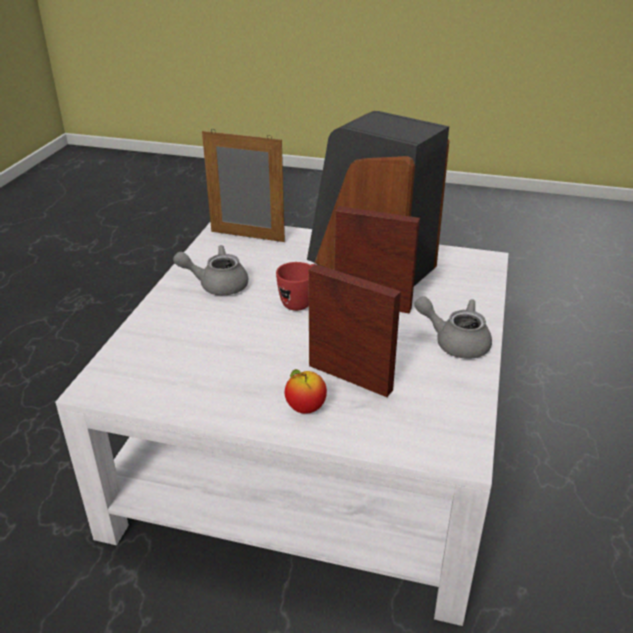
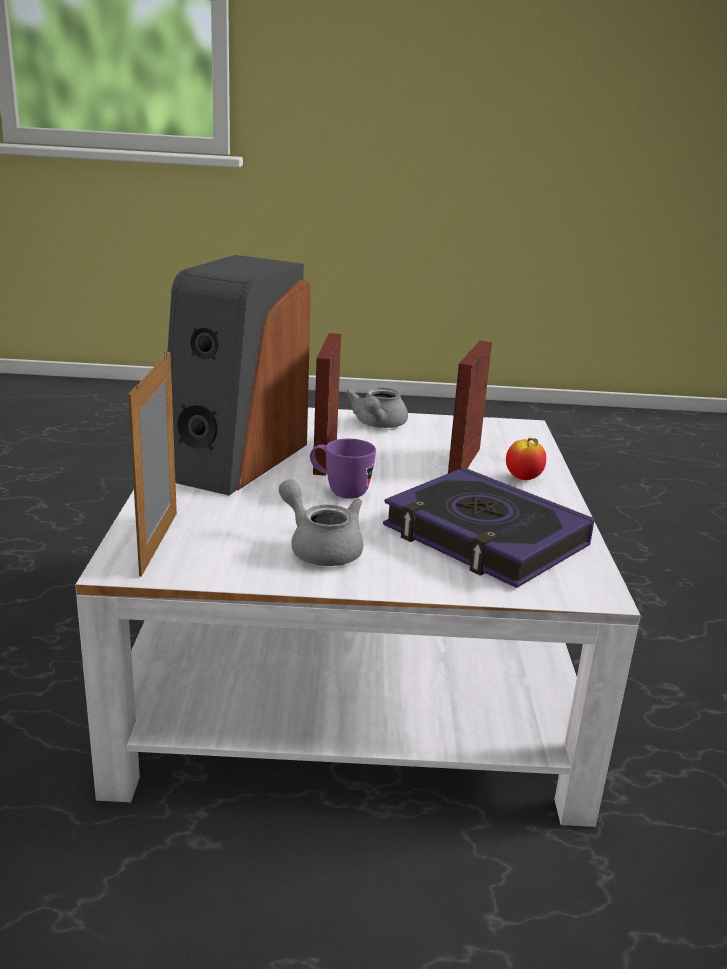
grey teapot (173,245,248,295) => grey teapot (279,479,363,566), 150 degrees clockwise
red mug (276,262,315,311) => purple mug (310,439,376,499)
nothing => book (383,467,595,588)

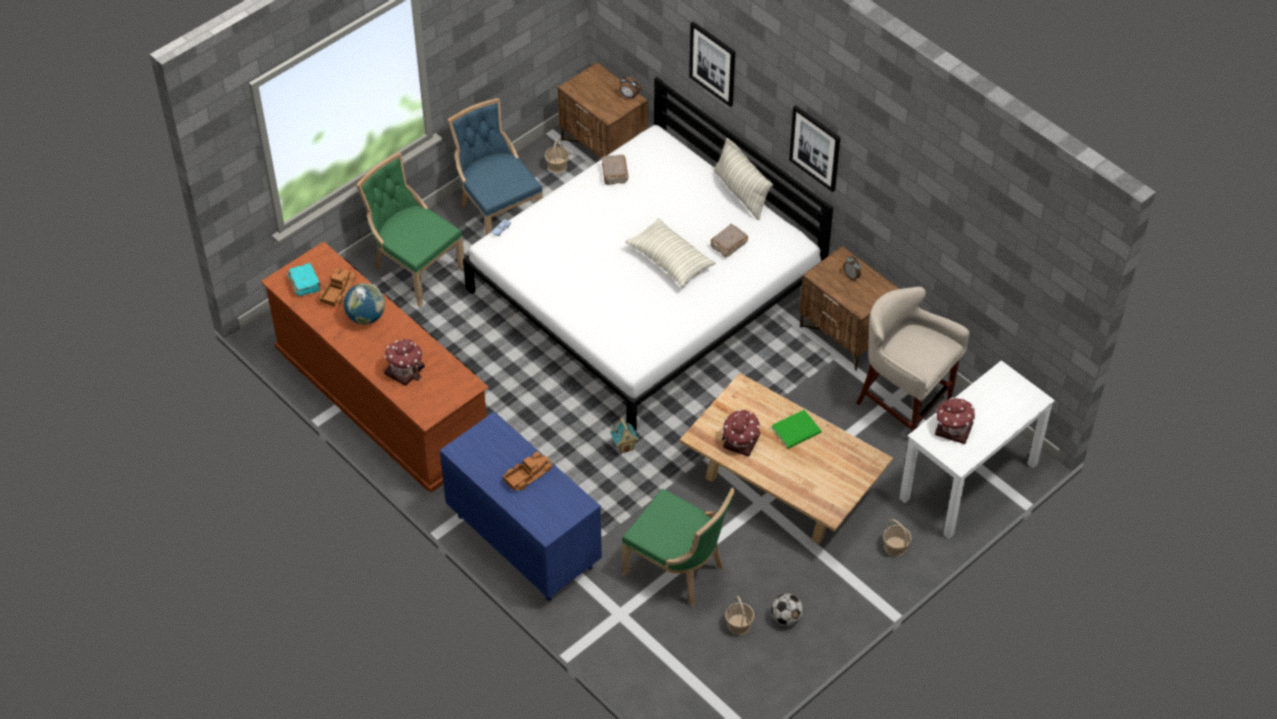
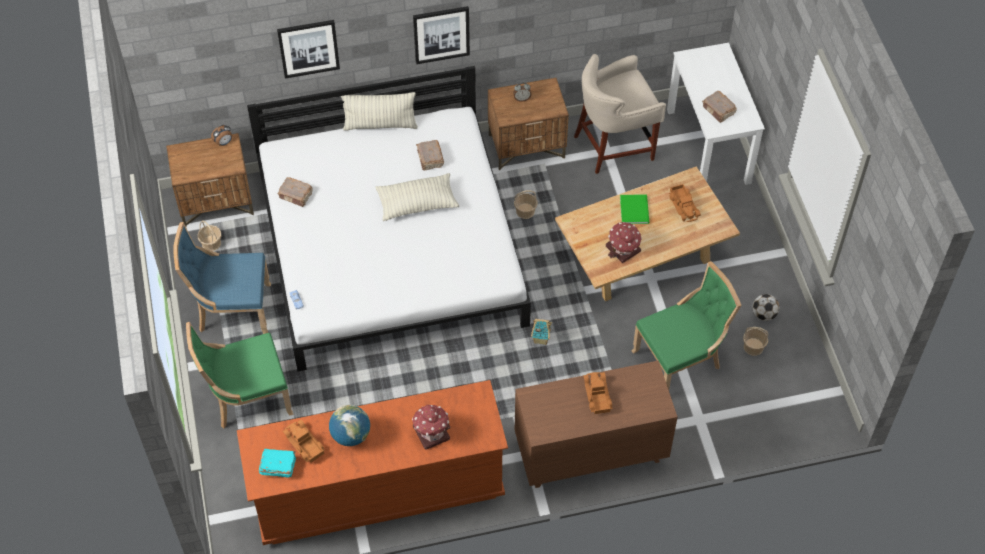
toy house (935,397,975,444) => brown book (702,91,737,123)
blue dresser (440,412,602,602) => brown dresser (514,360,678,488)
basket (883,519,912,557) => basket (514,190,538,219), relocated
nothing => toy truck (668,184,701,222)

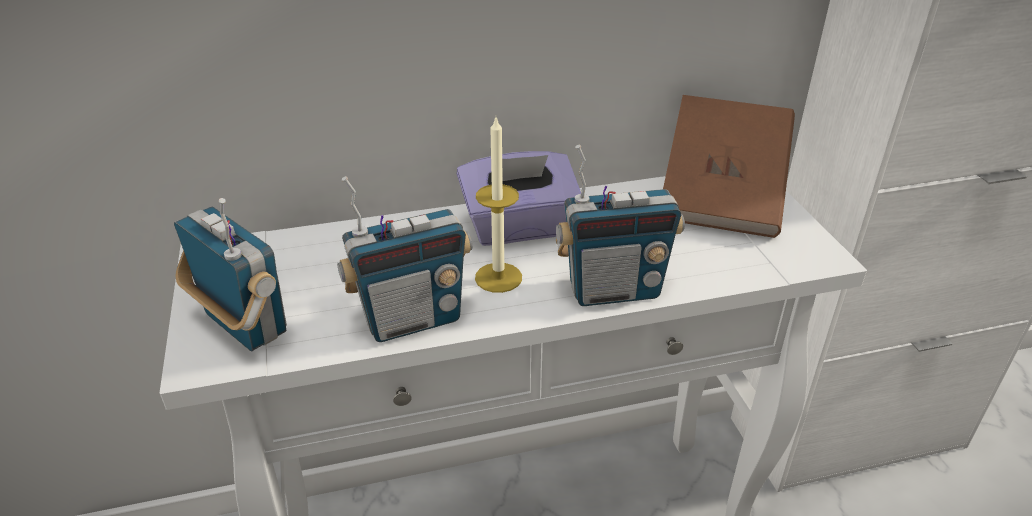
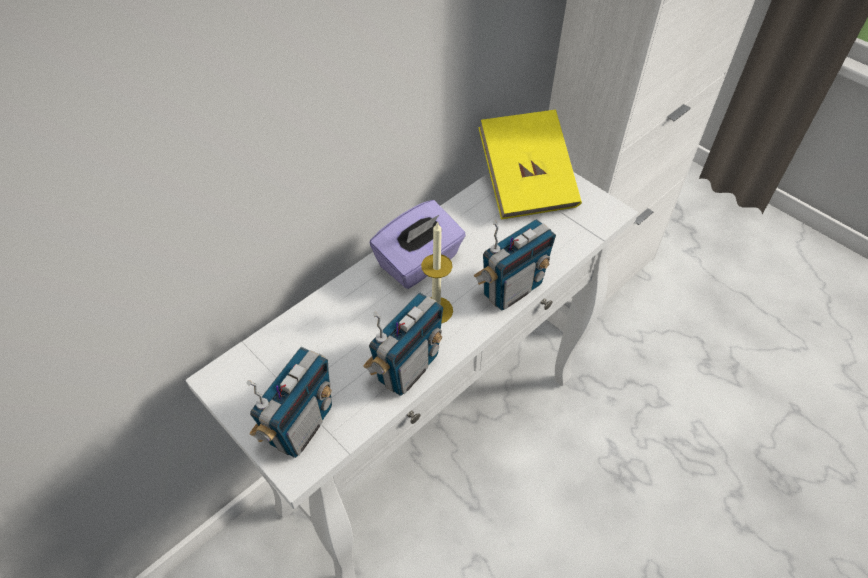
brown book (663,95,795,238) => yellow book (478,110,582,220)
radio (174,198,287,351) => radio (247,347,332,458), 105 degrees clockwise

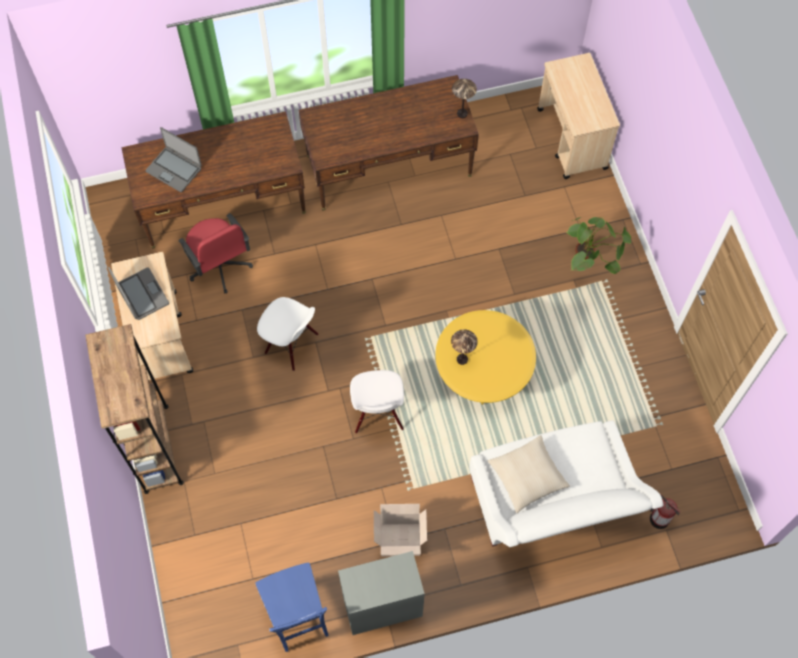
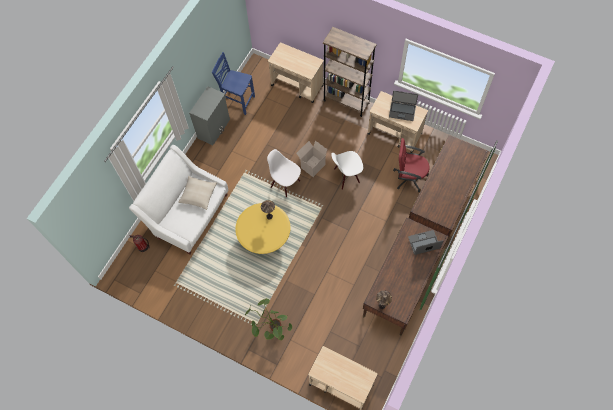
laptop (146,127,202,192) => laptop (408,230,444,255), relocated
cardboard box (374,504,427,556) => cardboard box (296,141,327,177), relocated
nothing => beige cart (268,42,324,103)

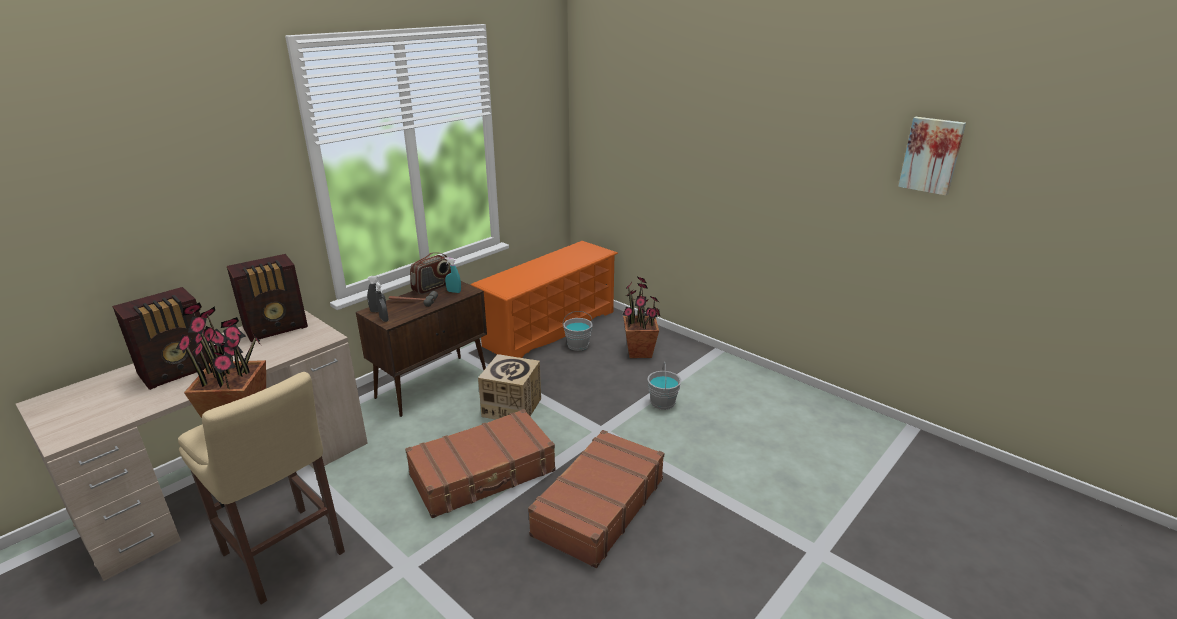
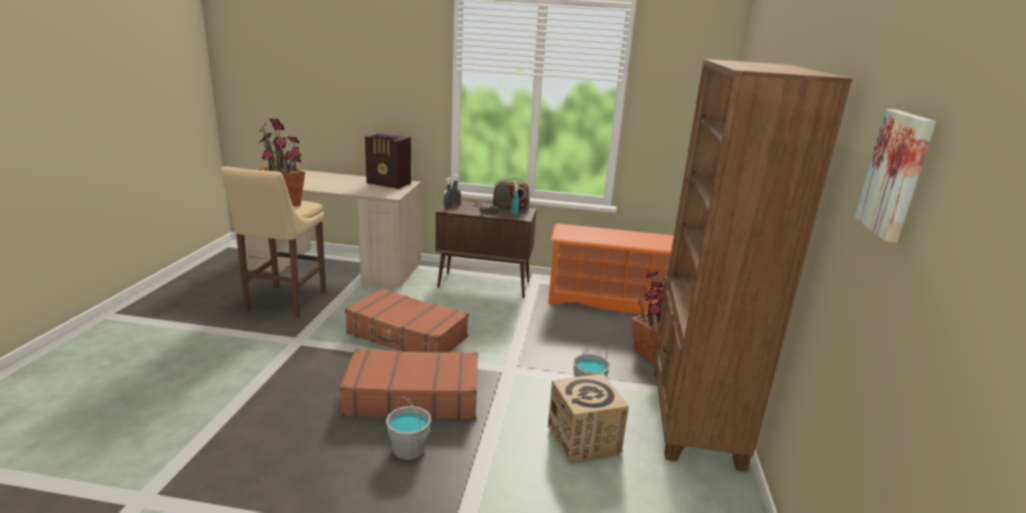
radio (112,287,210,390) => nothing
grey bucket (563,311,593,351) => grey bucket (386,397,431,460), relocated
cardboard box (478,354,541,420) => cardboard box (548,374,629,463), relocated
nothing => brown bookcase (654,59,852,472)

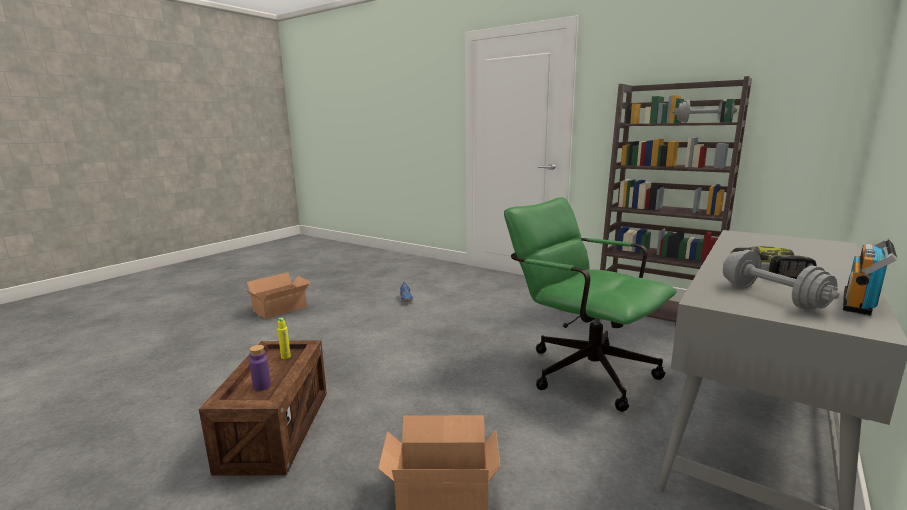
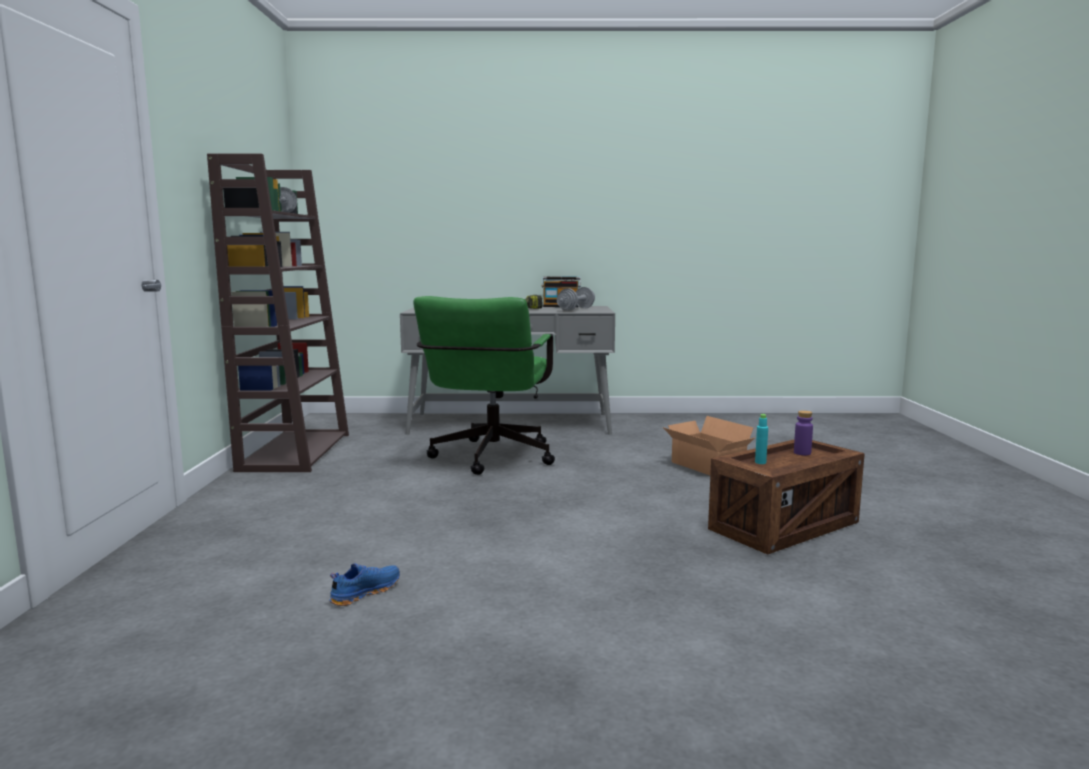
cardboard box (245,272,311,319) => nothing
yellow bottle (277,317,291,359) => turquoise bottle (755,414,768,464)

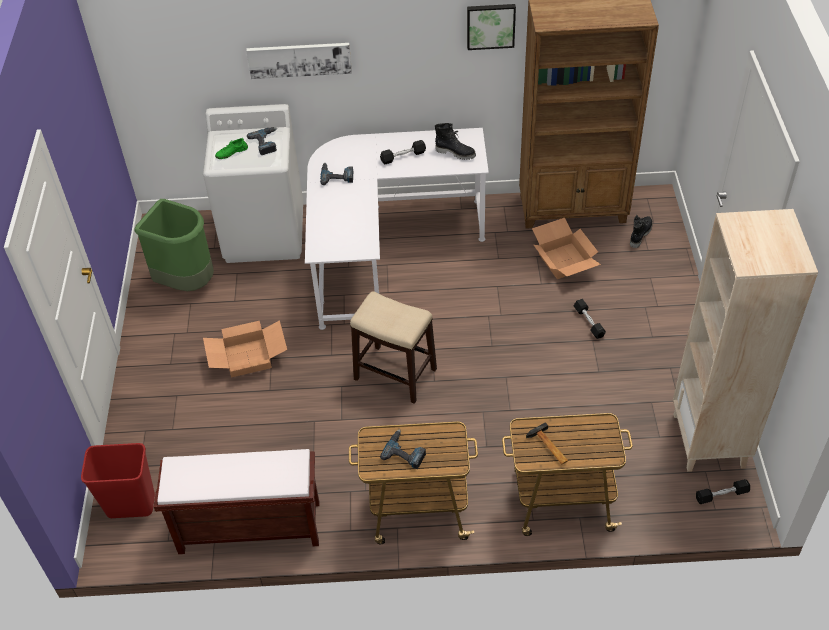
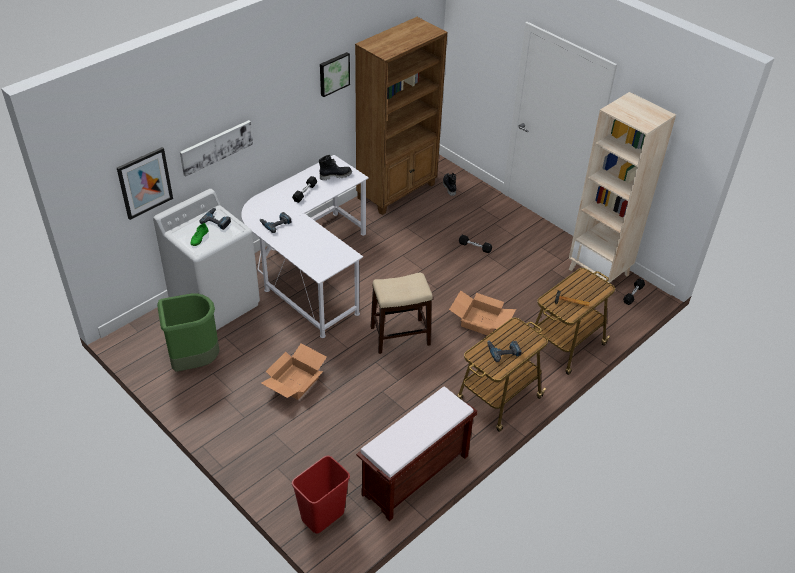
cardboard box (532,218,601,279) => cardboard box (449,291,516,336), relocated
nothing => picture (117,147,173,220)

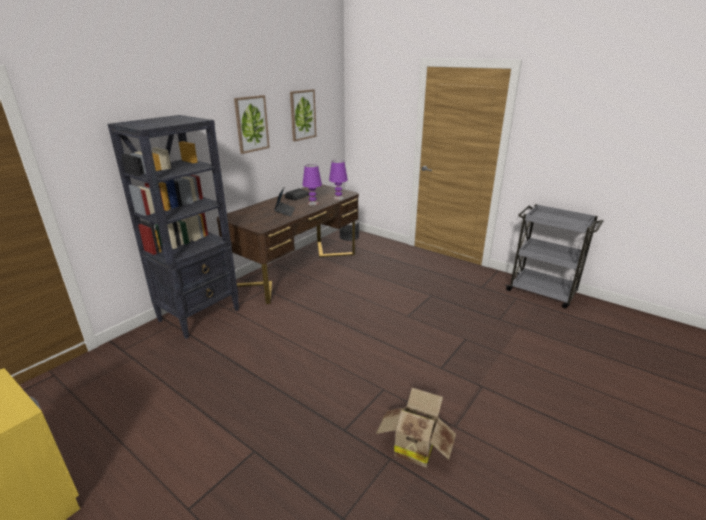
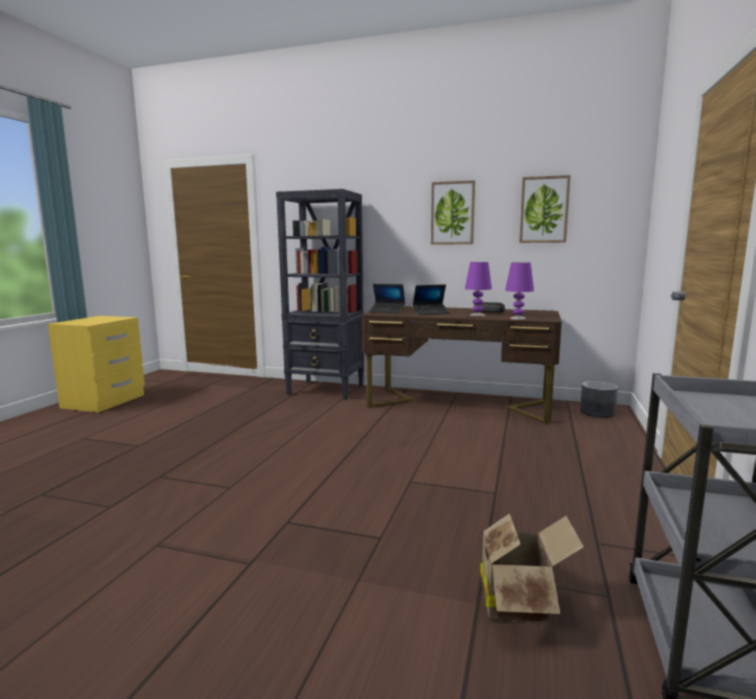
cardboard box (376,388,456,467) => cardboard box (480,513,584,623), relocated
nothing => laptop (369,284,405,313)

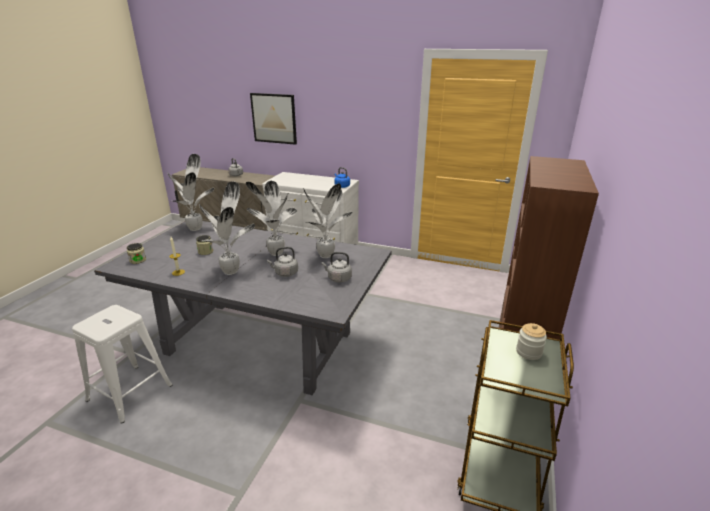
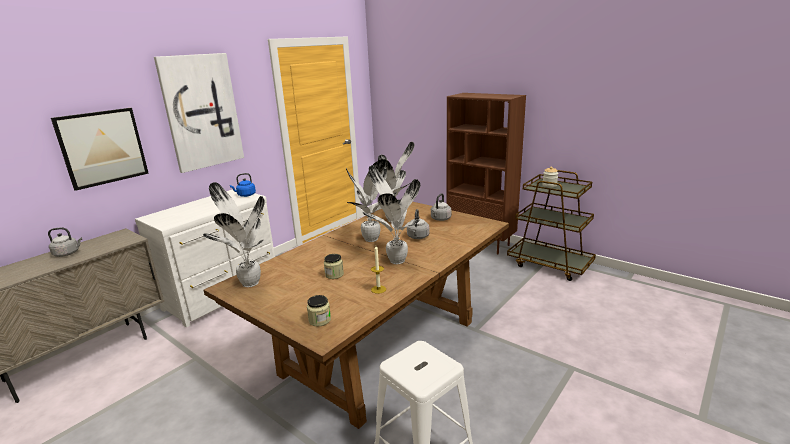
grey dining table (94,221,392,395) => brown dining table (203,202,509,429)
nothing => picture (154,53,244,173)

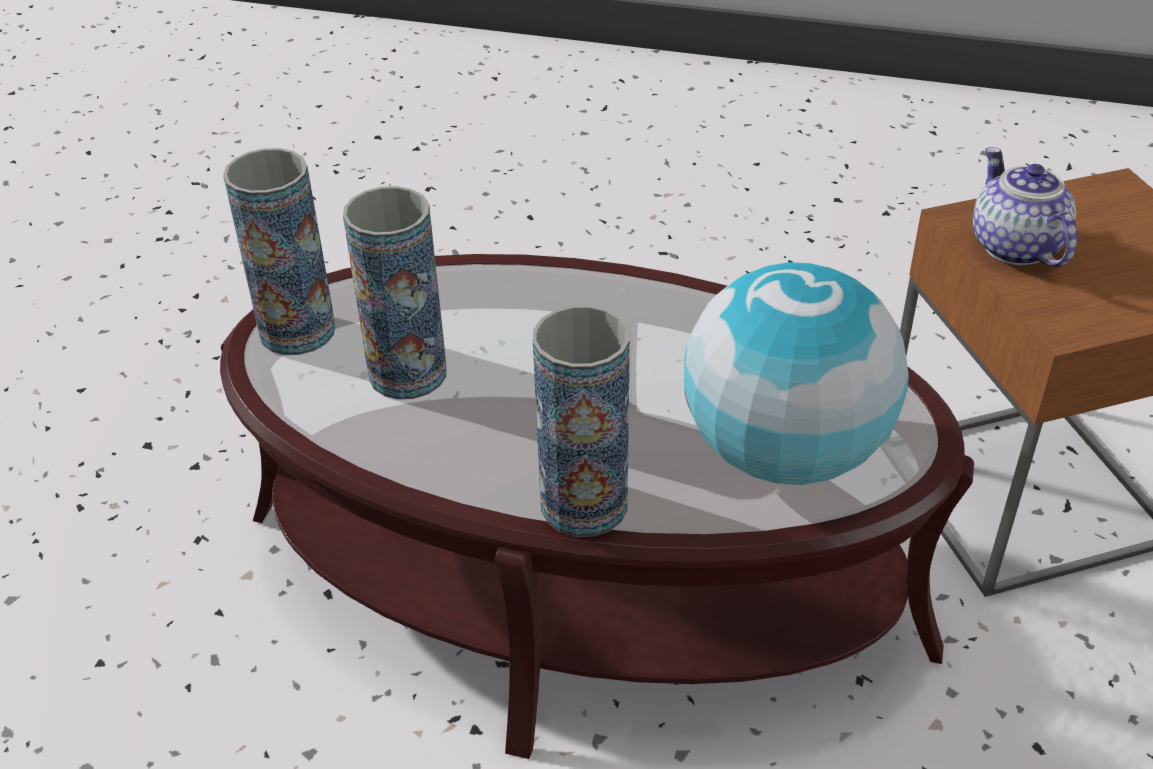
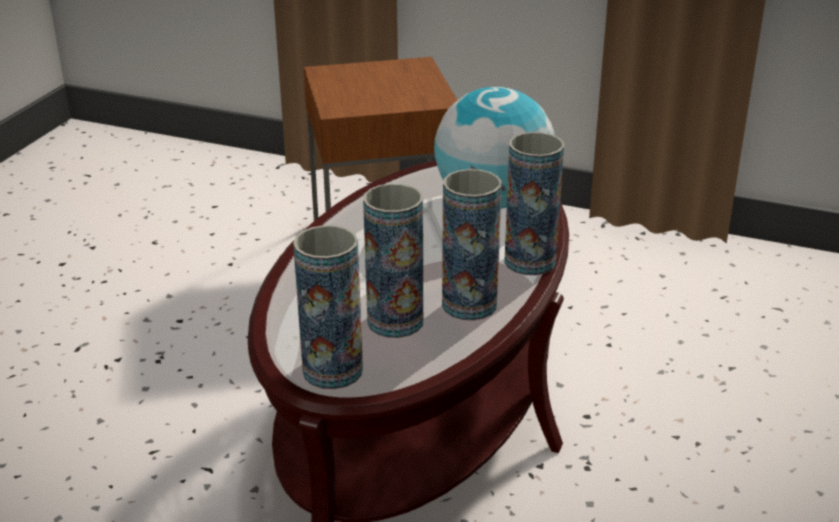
teapot (973,147,1077,267) => nothing
nothing => vase (442,169,502,321)

